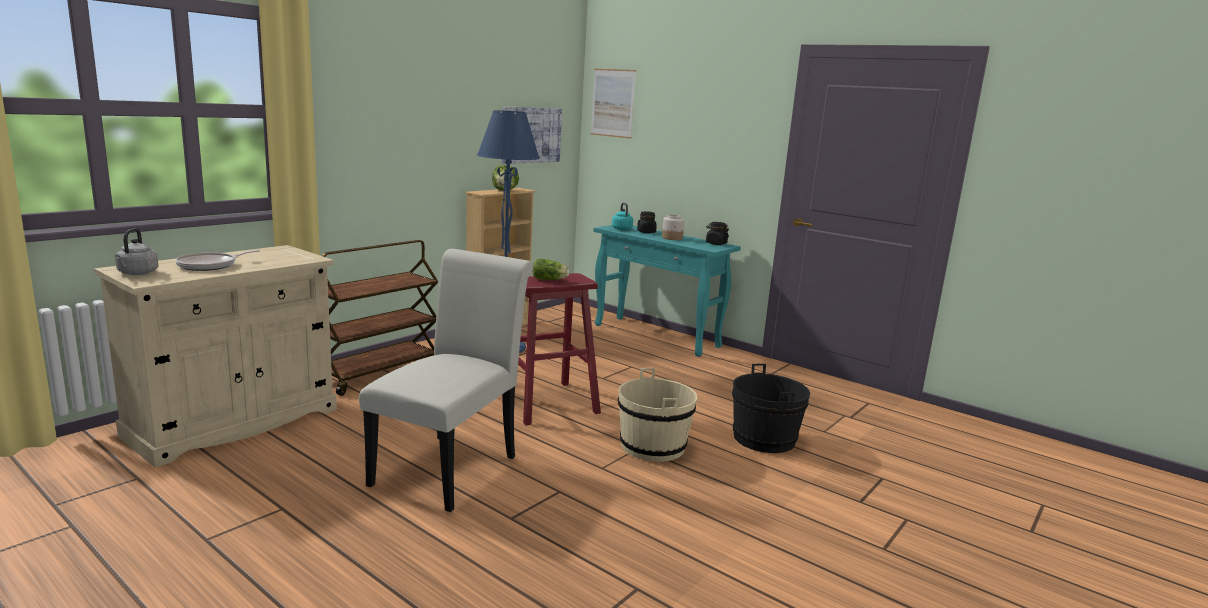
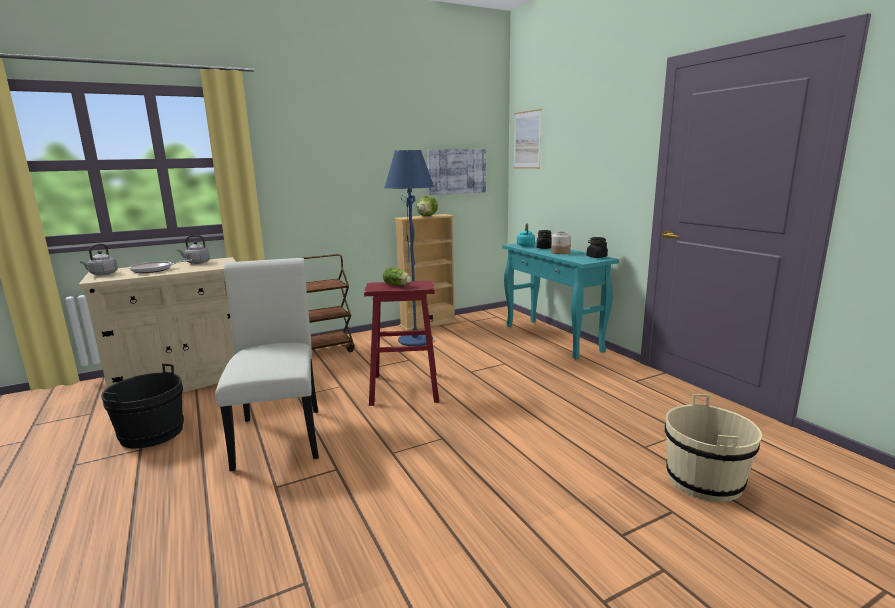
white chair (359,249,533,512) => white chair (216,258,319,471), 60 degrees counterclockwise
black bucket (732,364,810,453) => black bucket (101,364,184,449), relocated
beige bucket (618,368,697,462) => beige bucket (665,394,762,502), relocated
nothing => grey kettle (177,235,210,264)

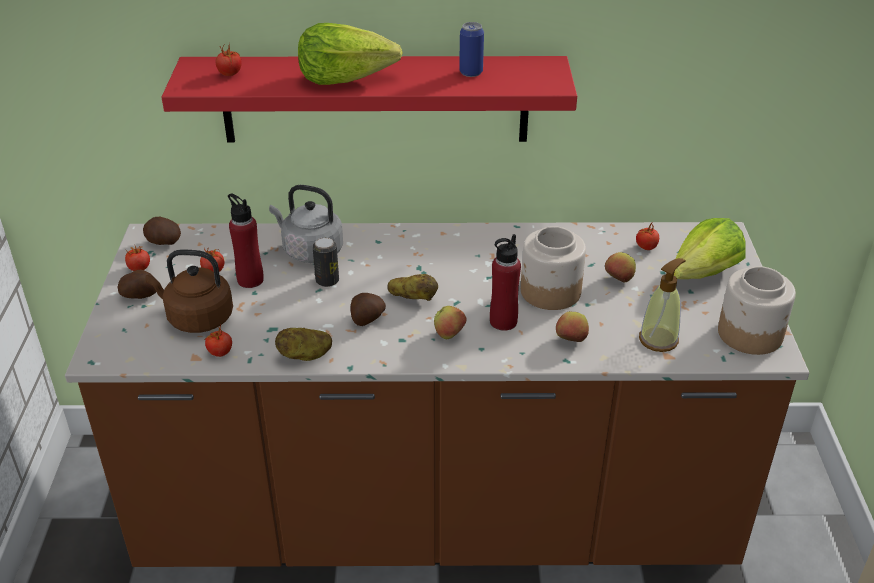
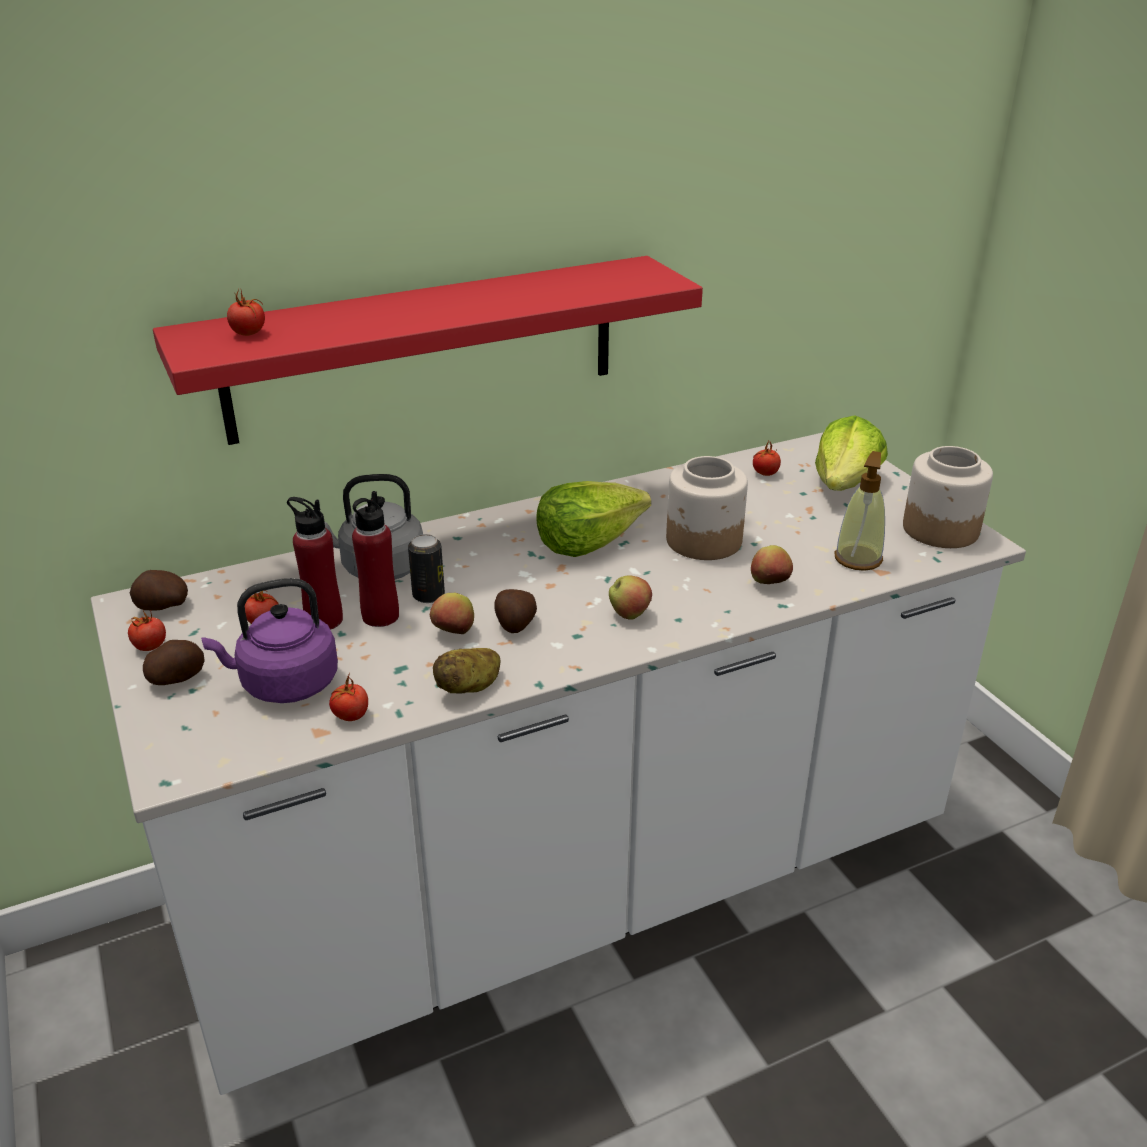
can (459,22,484,77) => nothing
lettuce (298,23,403,85) => lettuce (536,481,651,557), relocated
brown counter (65,222,809,567) => white counter (91,432,1026,1095)
red bottle (490,234,521,331) => red bottle (352,491,399,627), relocated
brown kettle (145,250,233,333) => purple kettle (201,578,338,703)
apple (605,252,636,283) => apple (430,593,474,634), relocated
potato (387,274,438,301) => nothing

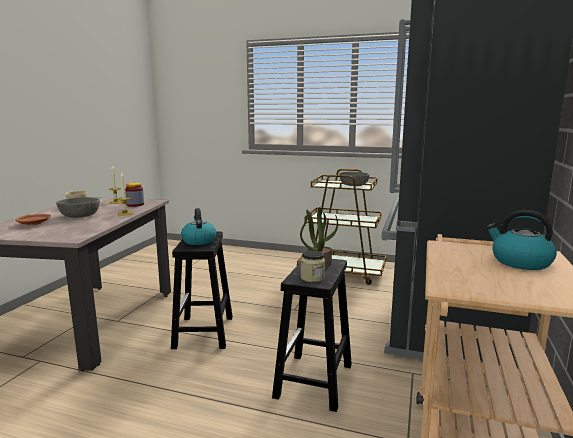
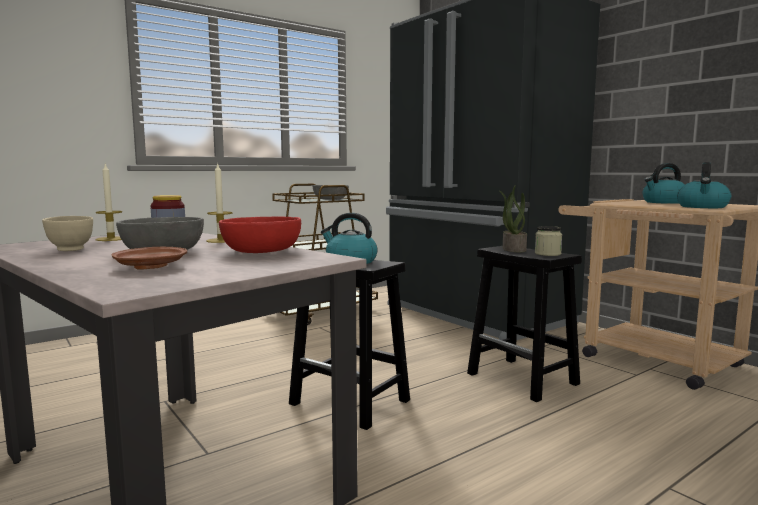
nothing => kettle (677,162,731,208)
nothing => red bowl (219,216,301,253)

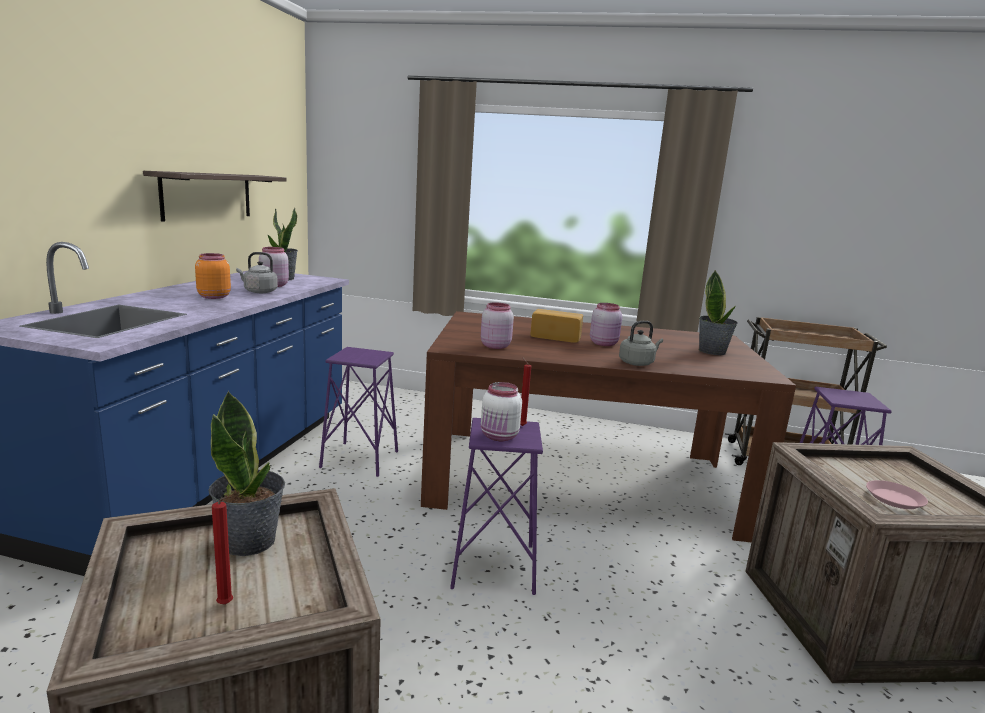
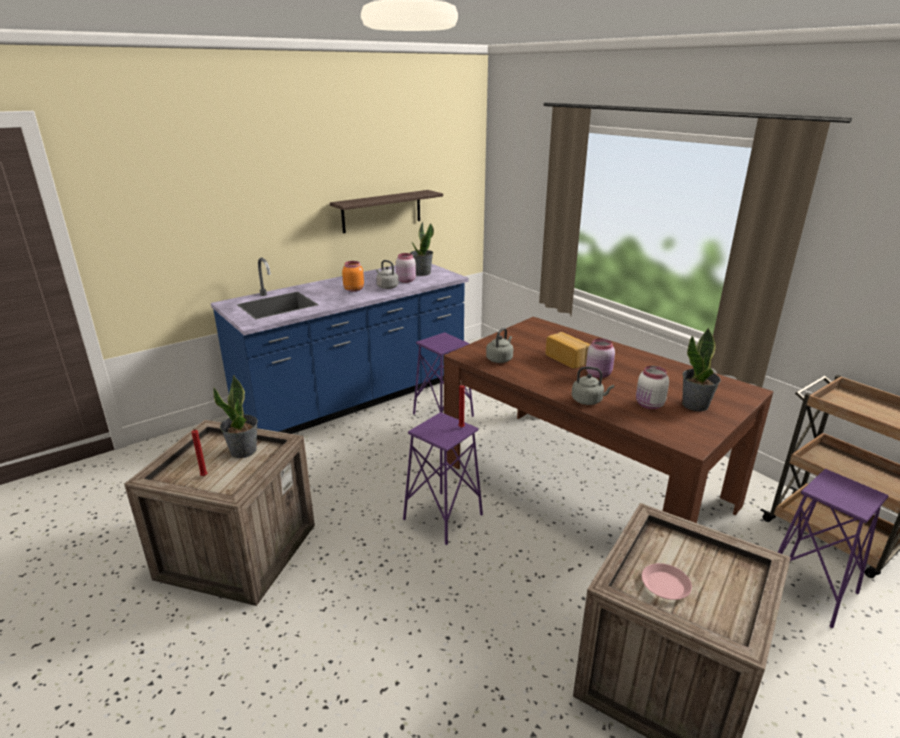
pink jar (481,302,514,349) => grey kettle (486,328,513,363)
white jar (481,382,522,441) => white jar (636,366,669,409), relocated

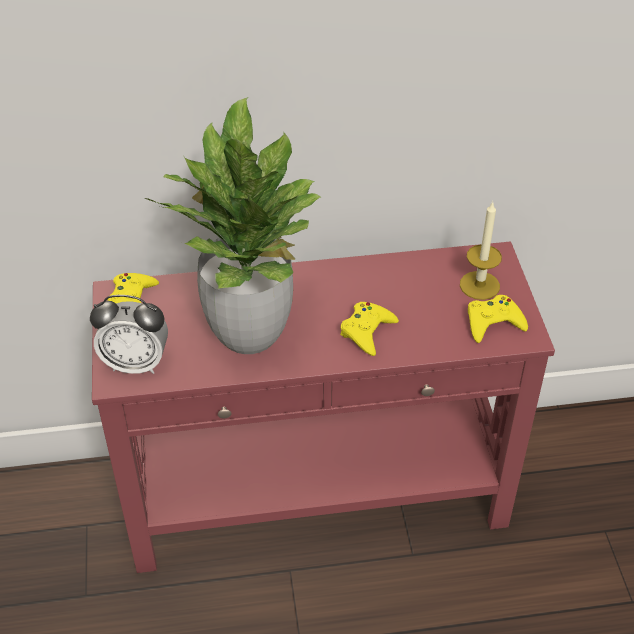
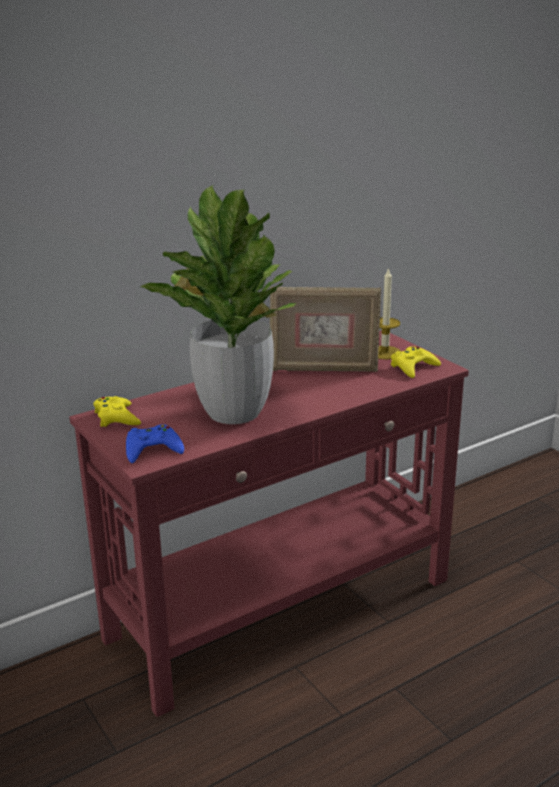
alarm clock (90,295,168,374) => blue game controller (126,424,184,463)
yellow game controller (340,302,399,356) => nothing
nothing => picture frame (270,287,381,372)

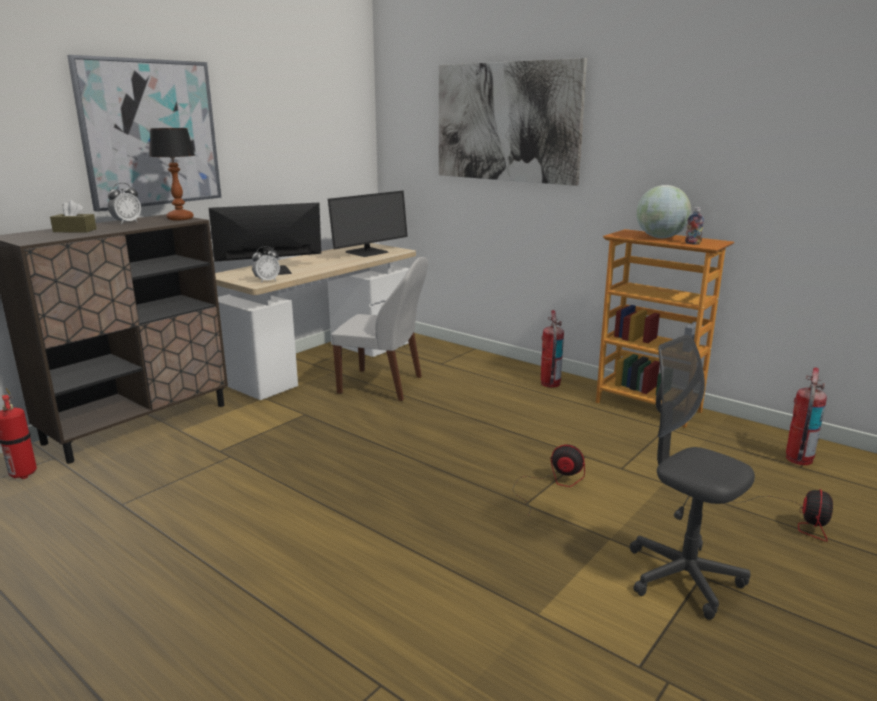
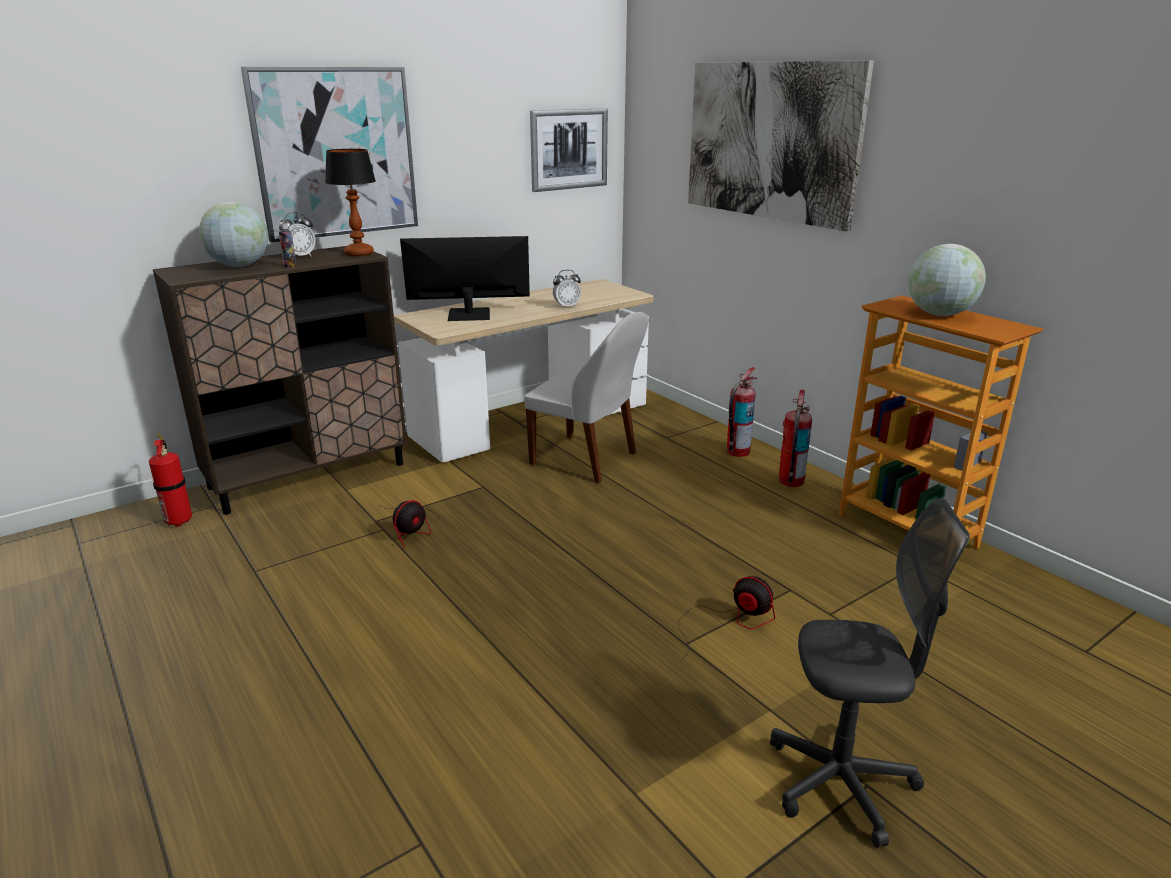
monitor (328,191,408,257) => nothing
brown tissue box (50,200,97,233) => globe (199,201,269,267)
bottle (685,207,704,245) => bottle (279,223,297,268), relocated
alarm clock (252,246,280,283) => alarm clock (553,270,581,308), relocated
grey office chair (630,335,755,620) => grey office chair (770,498,970,848), 120 degrees clockwise
fire extinguisher (786,368,827,465) => fire extinguisher (727,367,757,457), relocated
fan (730,489,833,542) => fan (379,500,439,548), relocated
nothing => picture (530,108,608,192)

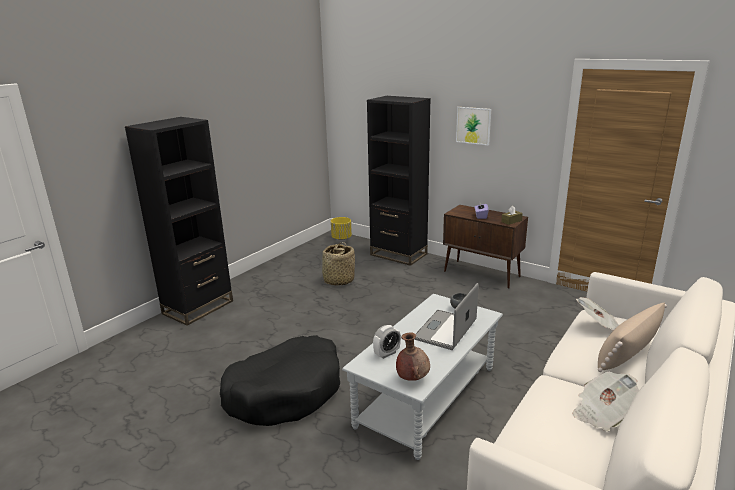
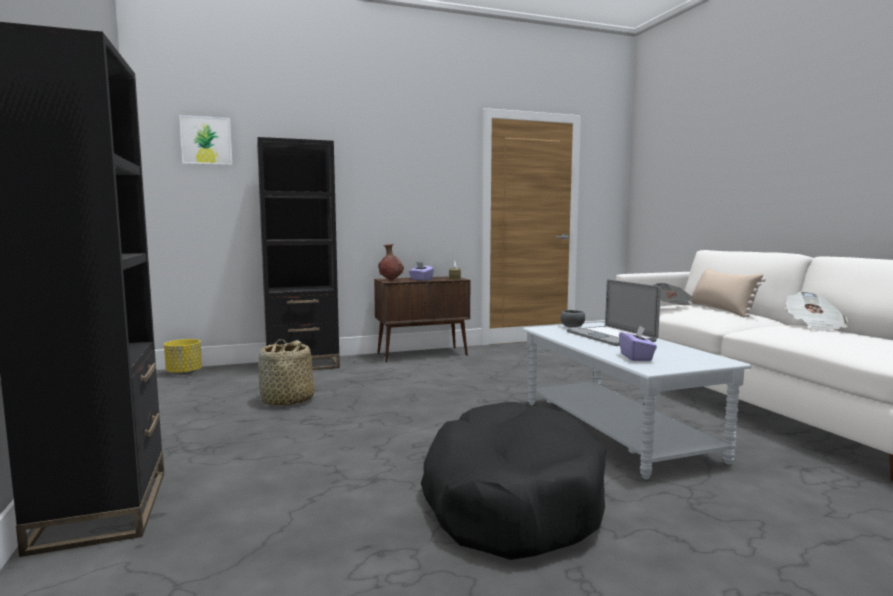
picture (456,107,491,145) => picture (179,115,232,165), relocated
alarm clock (373,325,401,359) => purple tissue box (619,326,657,361)
brown vase (396,333,430,381) => brown vase (378,244,404,280), relocated

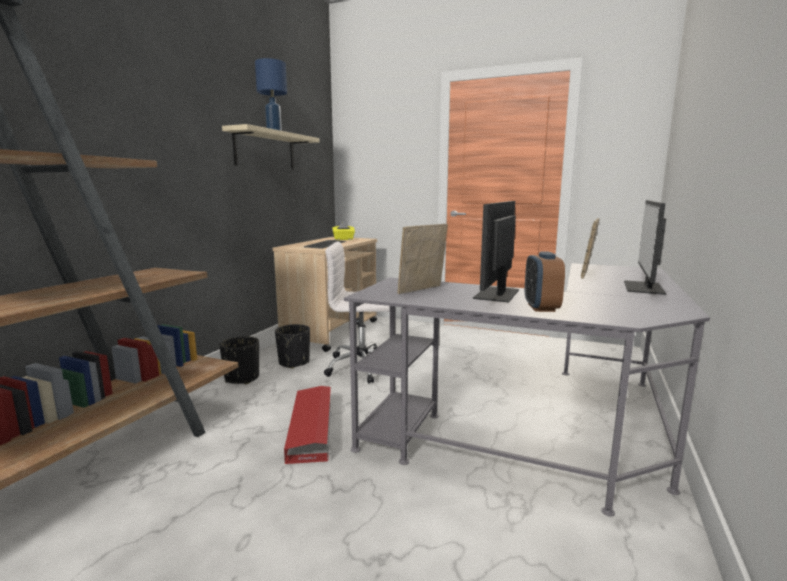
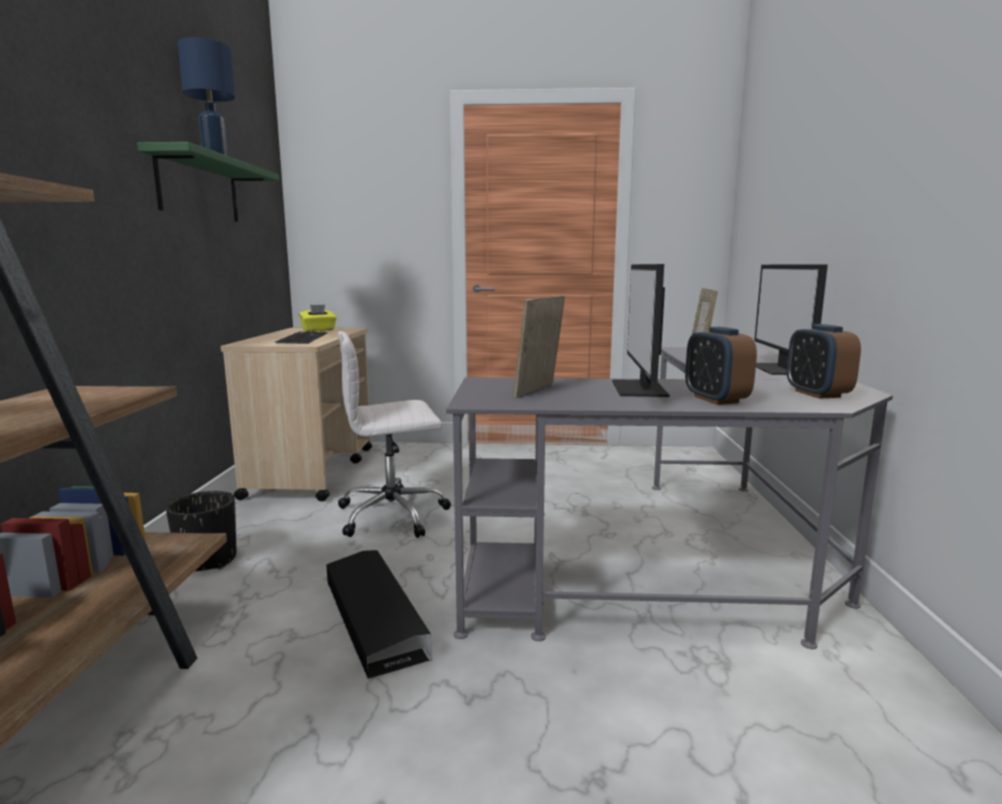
beige shelf (222,124,319,169) => green shelf (137,142,279,222)
black planter (275,324,310,369) => nothing
red storage box (284,386,331,464) => black storage box (326,550,432,679)
nothing => alarm clock (787,324,861,399)

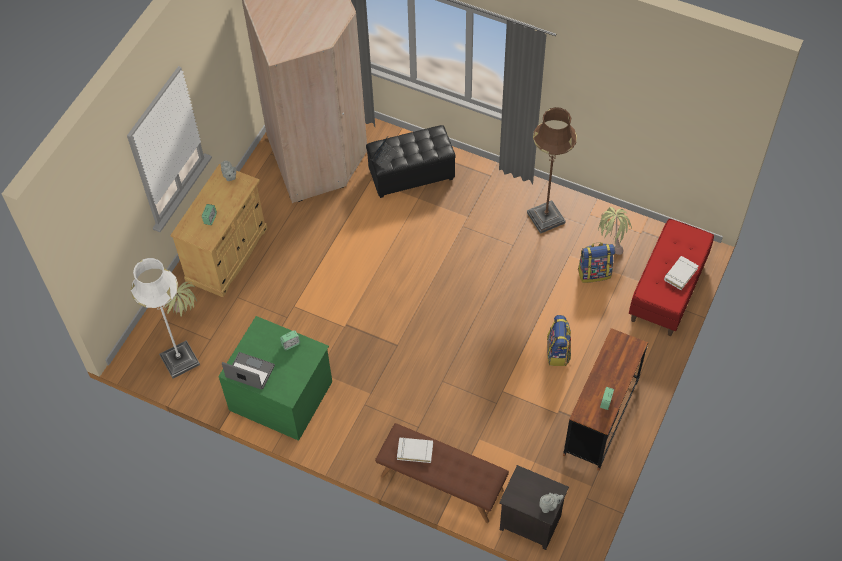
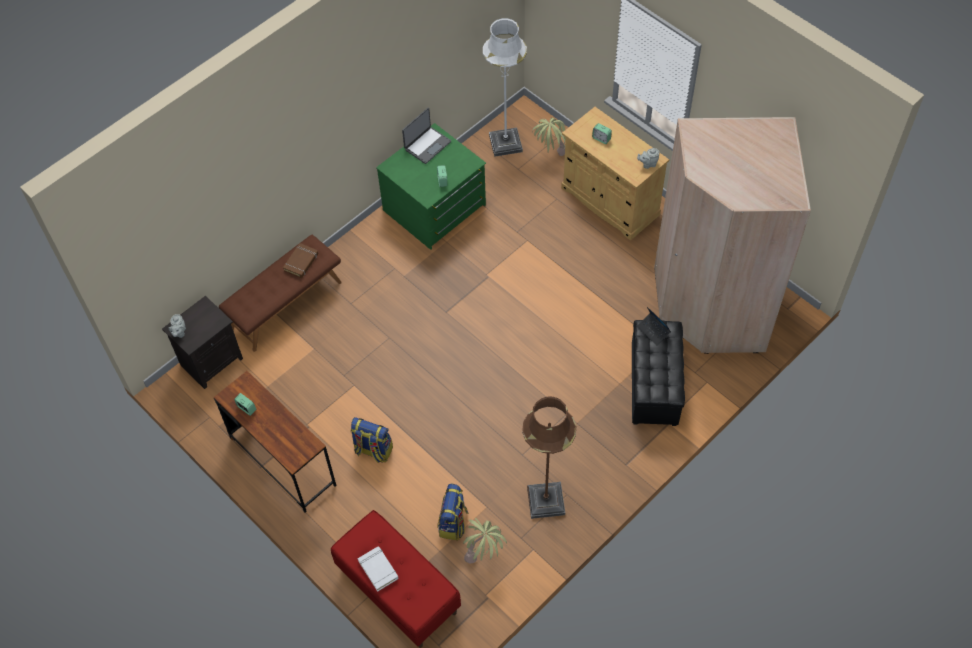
white book (397,437,433,463) => brown book (283,243,318,278)

